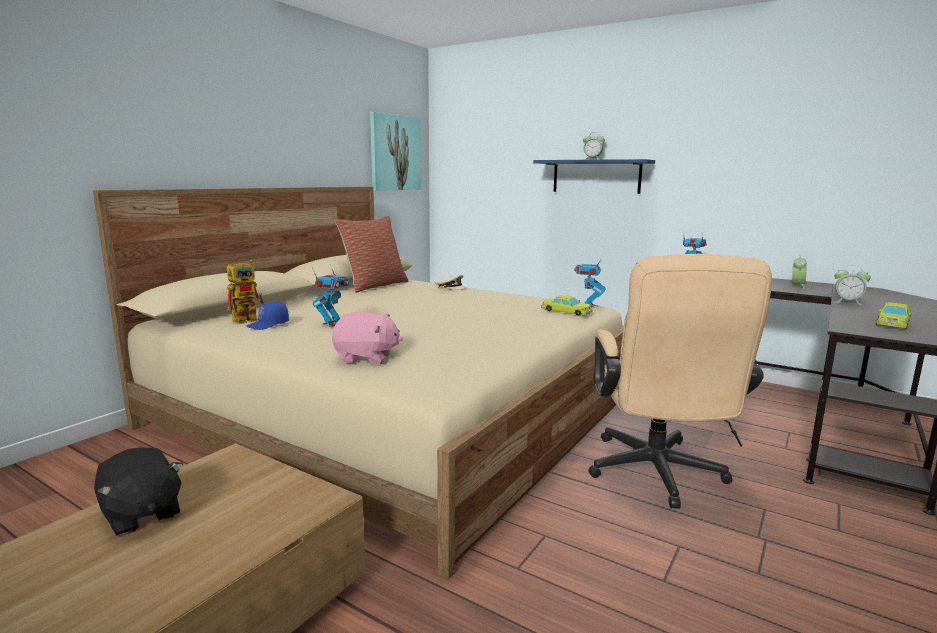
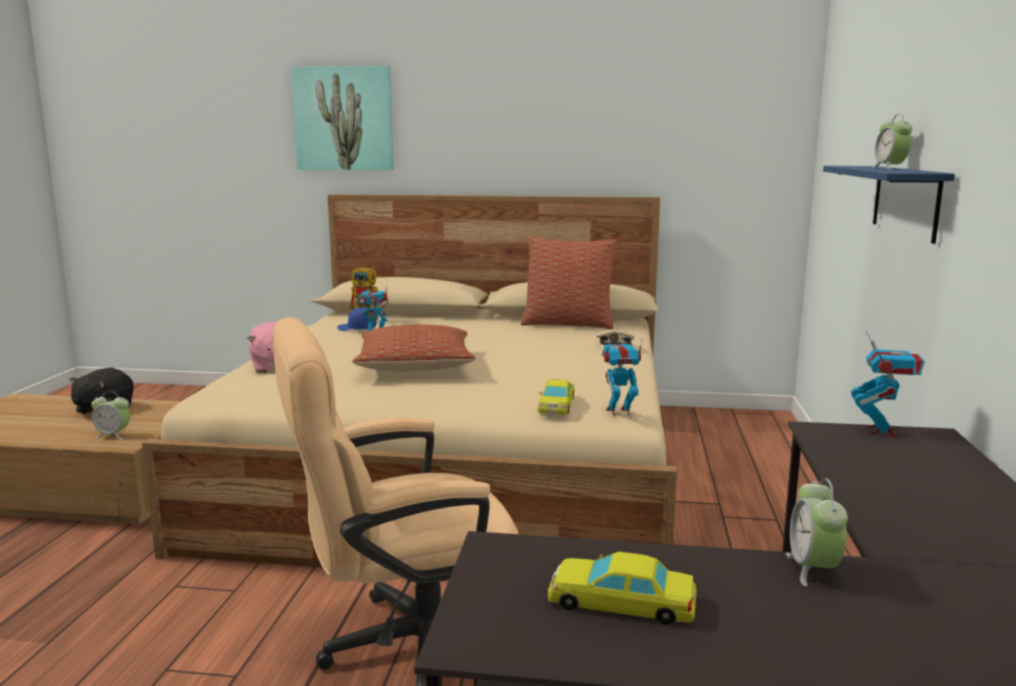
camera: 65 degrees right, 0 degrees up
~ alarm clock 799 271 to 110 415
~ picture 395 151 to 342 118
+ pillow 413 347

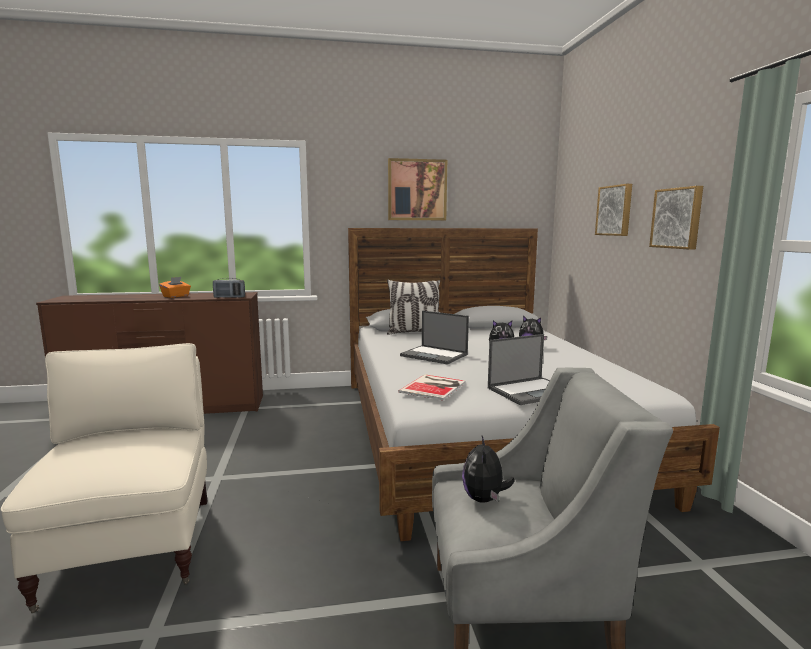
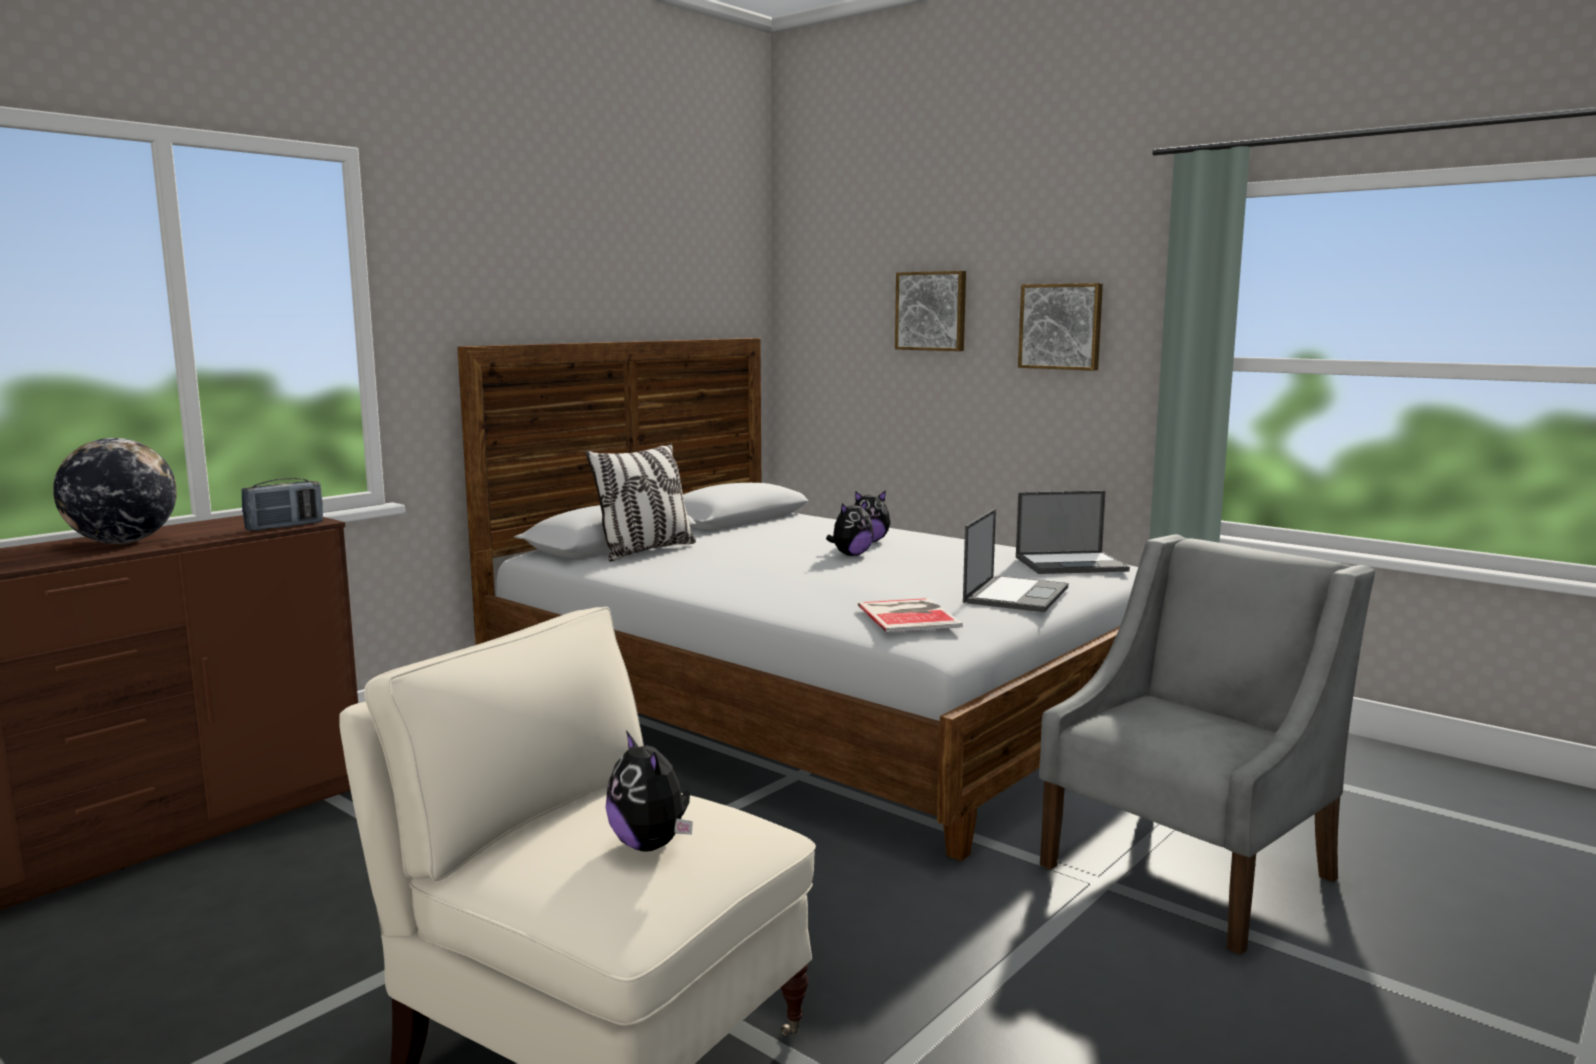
camera: 40 degrees left, 0 degrees up
~ tissue box (orange) 175 287 to globe 115 491
~ plush toy 488 469 to 649 791
~ laptop 434 338 to 1073 532
- picture 417 189

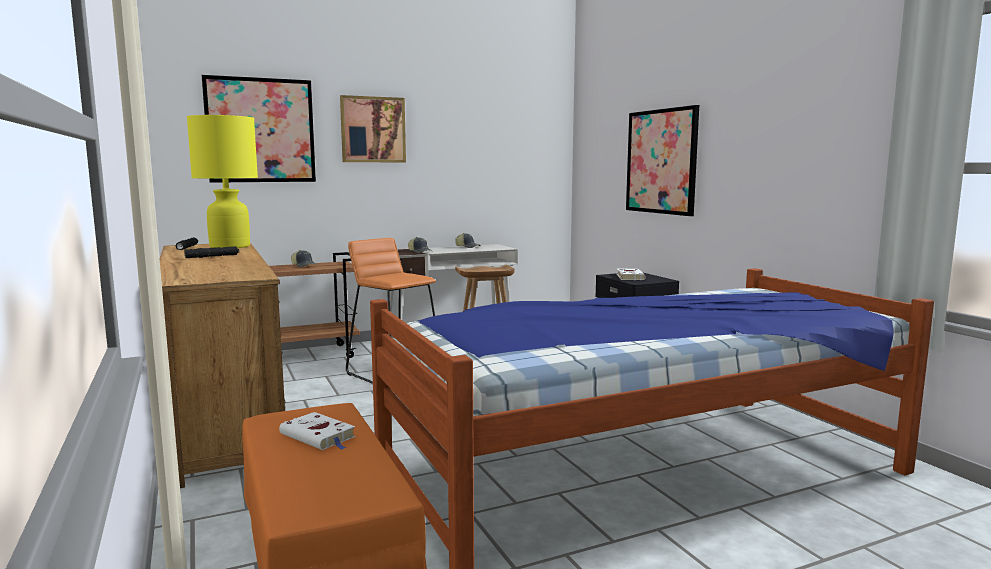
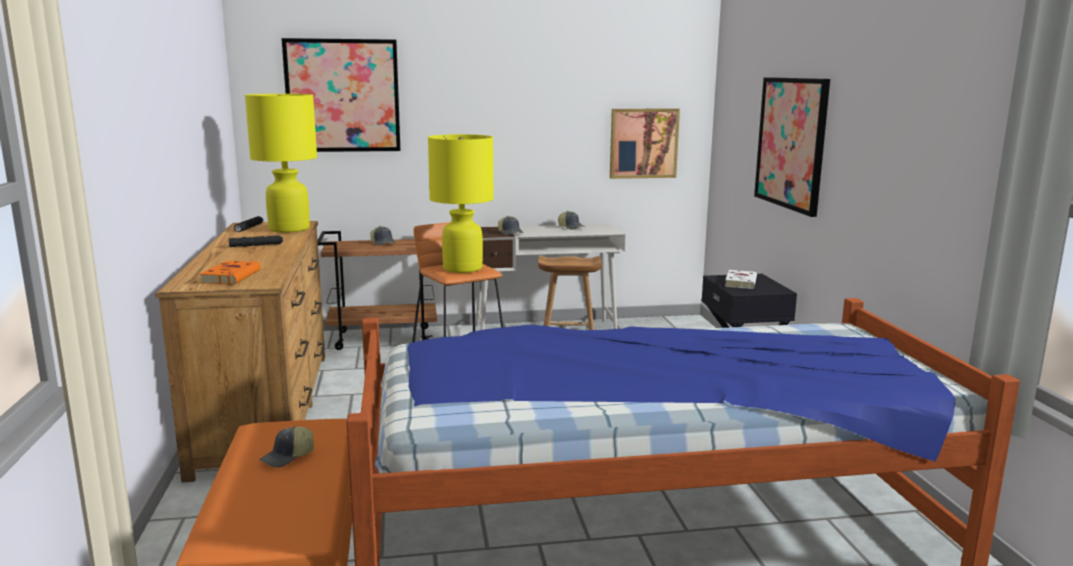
camera: 15 degrees right, 5 degrees up
+ book (orange) 230 273
~ book (white) 317 431 to cap 286 447
+ table lamp (yellow) 461 203
~ picture 373 128 to 645 144

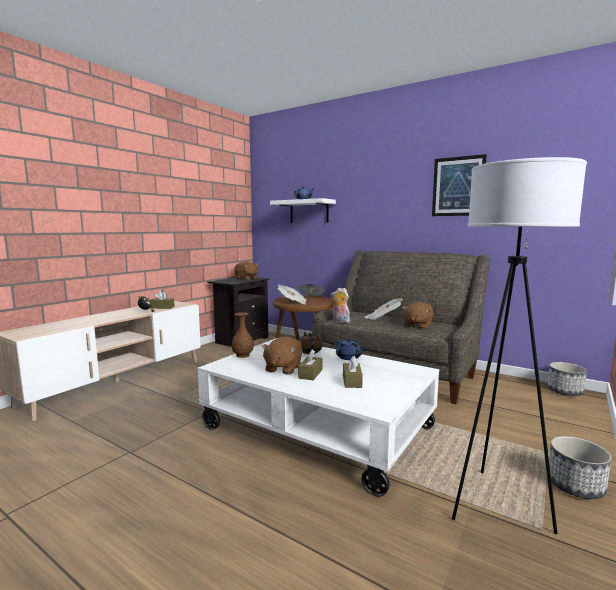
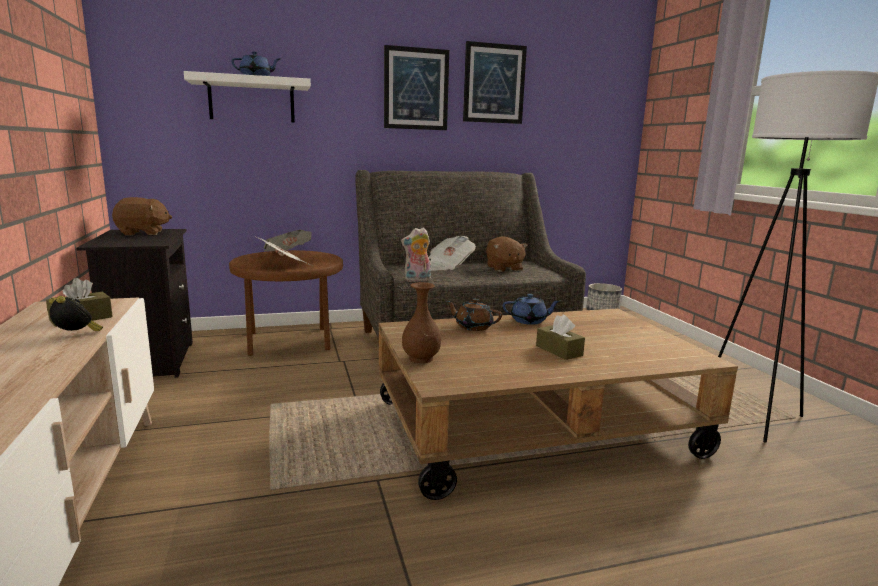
camera: 50 degrees left, 5 degrees up
~ coffee table (white) 318 417 to coffee table (brown) 558 404
+ picture 416 87
- plush toy (brown) 282 355
- tissue box (brown) 353 372
- planter 580 467

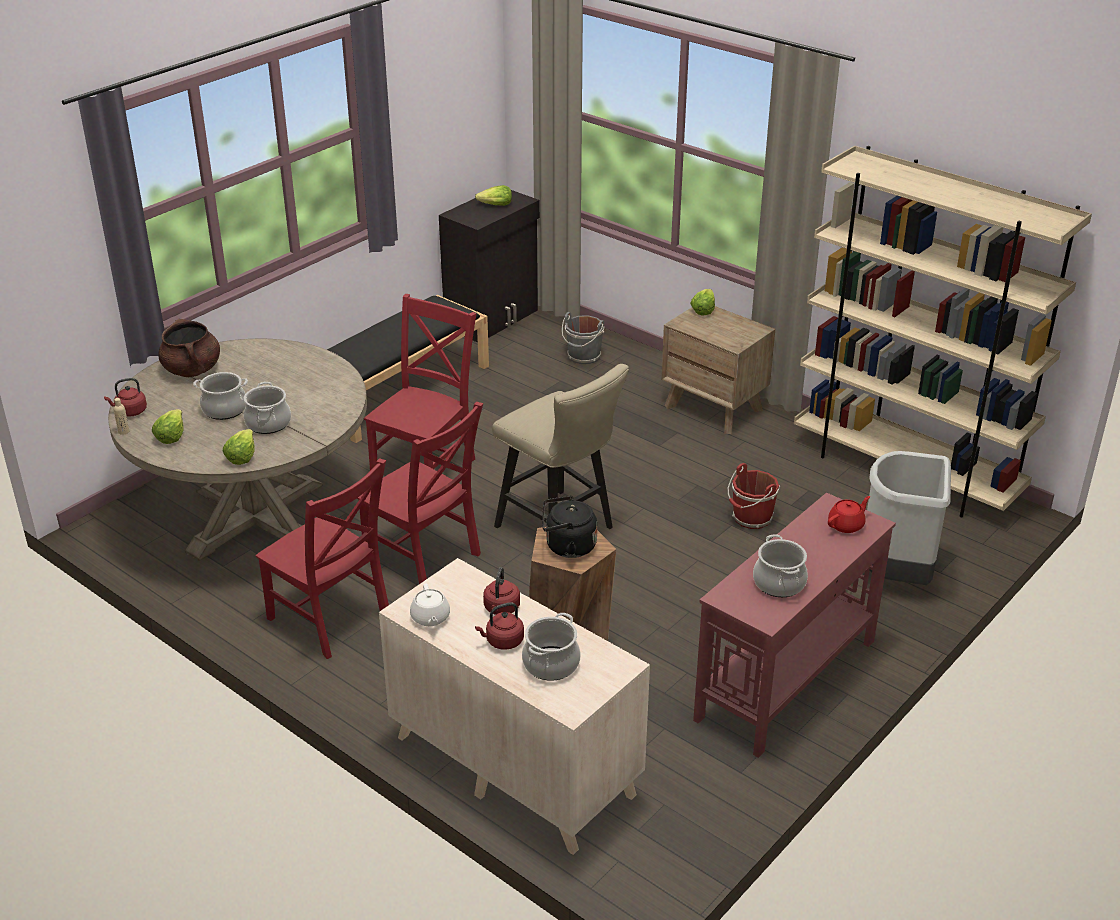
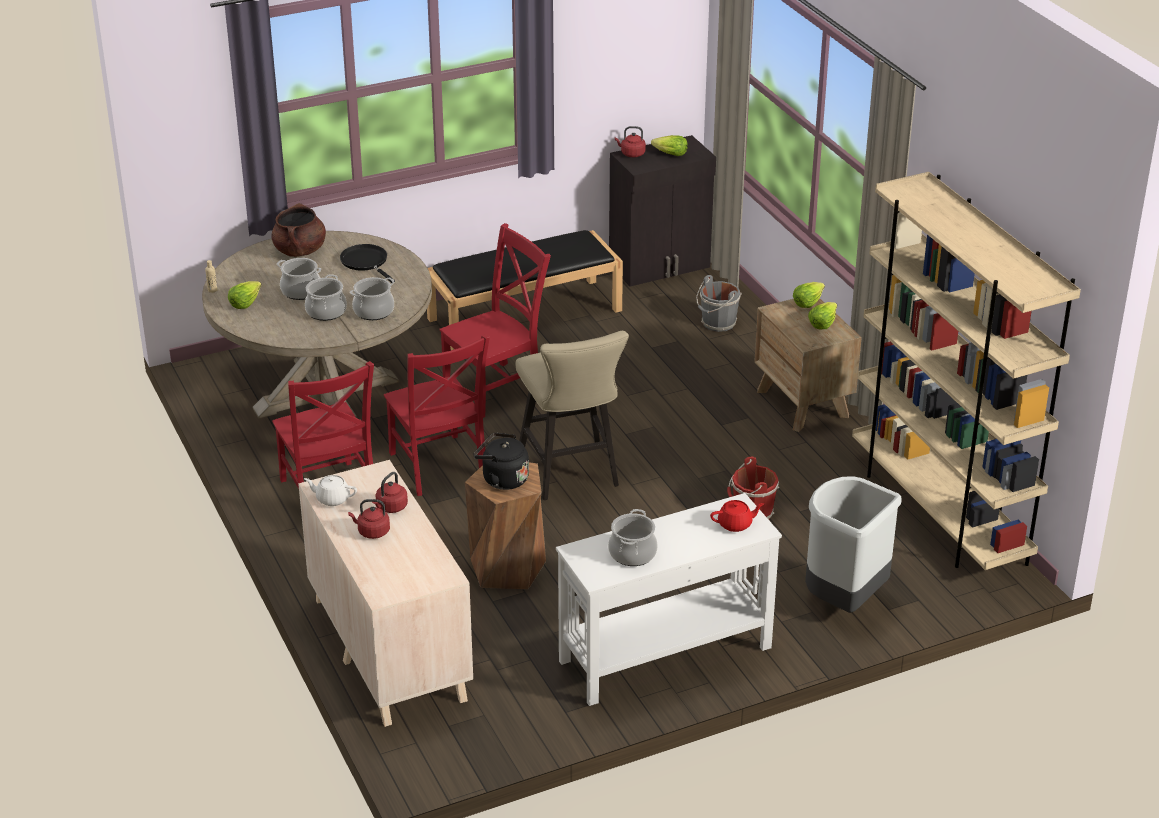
camera: 25 degrees right, 0 degrees up
~ teapot (white) 430 604 = 330 490 90 degrees clockwise
+ frying pan (black) 367 263
~ cooking pot 551 647 to 372 298
~ console table (red) 794 625 to console table (white) 669 599
~ kettle (red) 125 397 to 630 141
~ lettuce 239 447 to 822 316

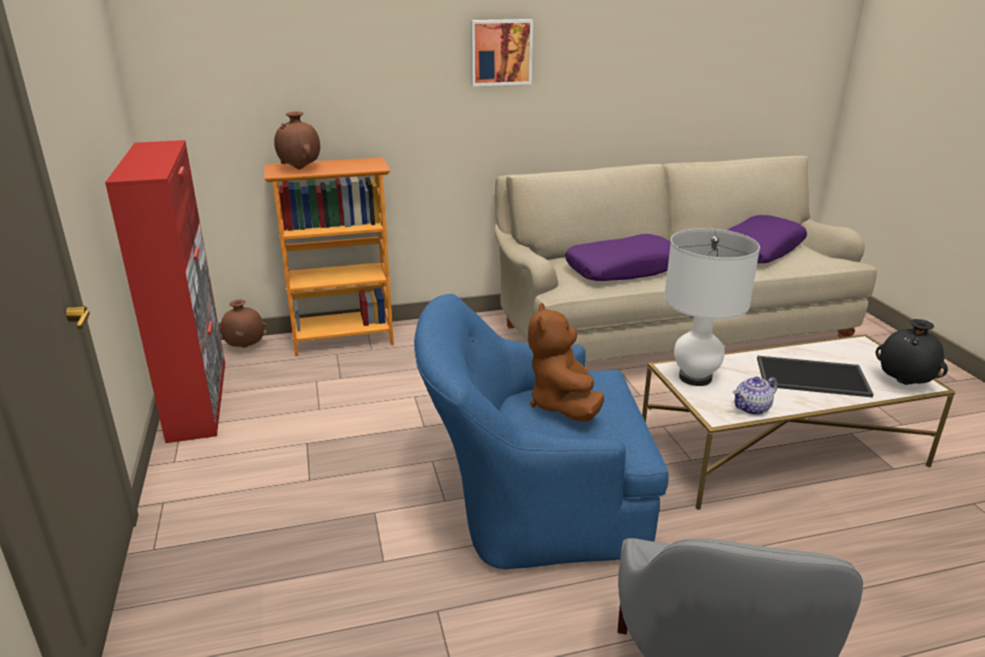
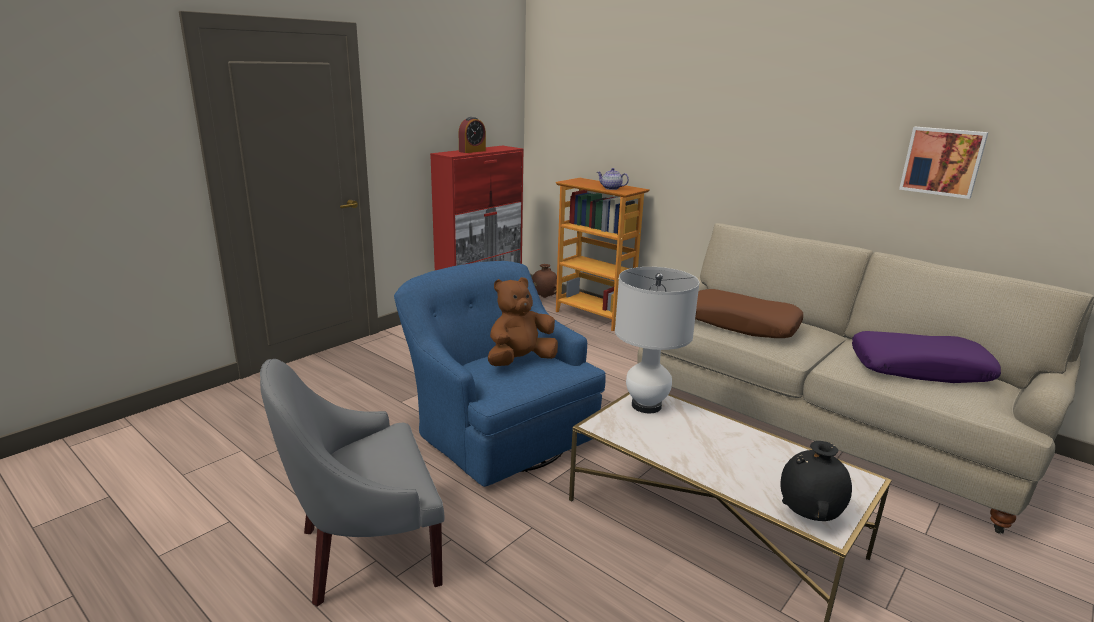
camera: 55 degrees right, 5 degrees down
+ alarm clock 472 135
~ teapot 755 396 to 613 179
~ pillow (purple) 618 257 to pillow (brown) 749 313
~ picture 501 52 to 944 163
- vase (brown) 297 140
- tray 815 377

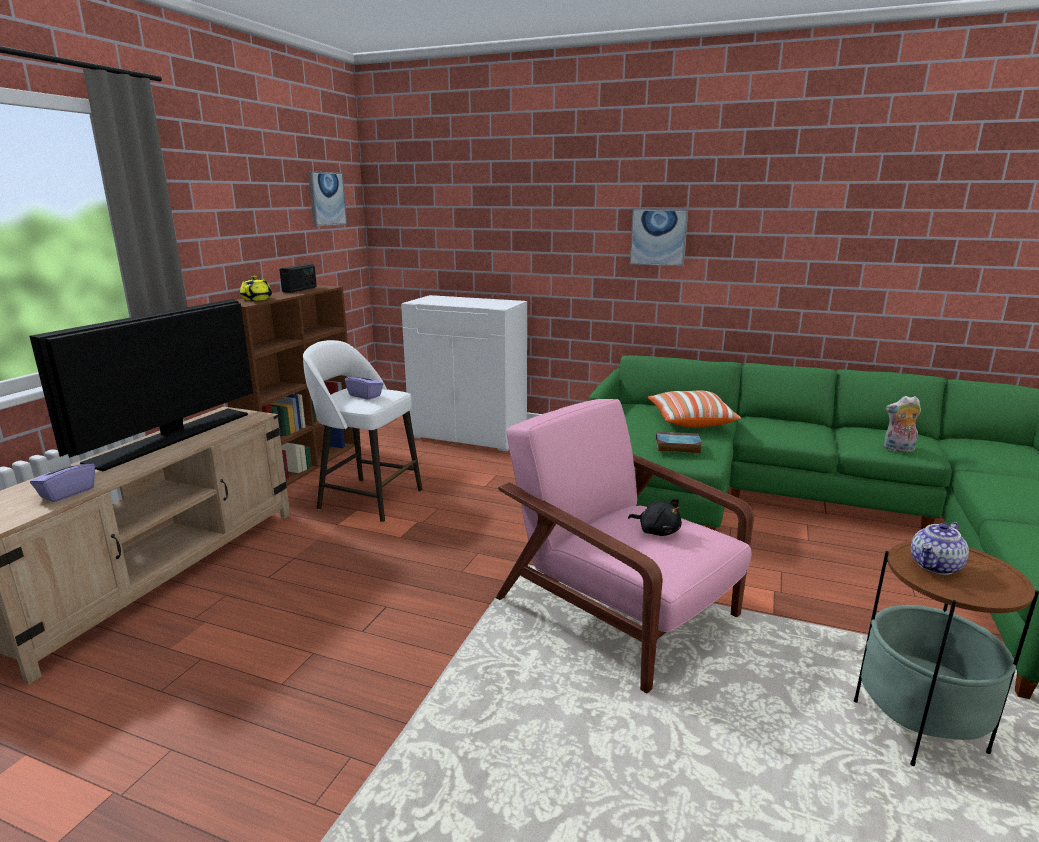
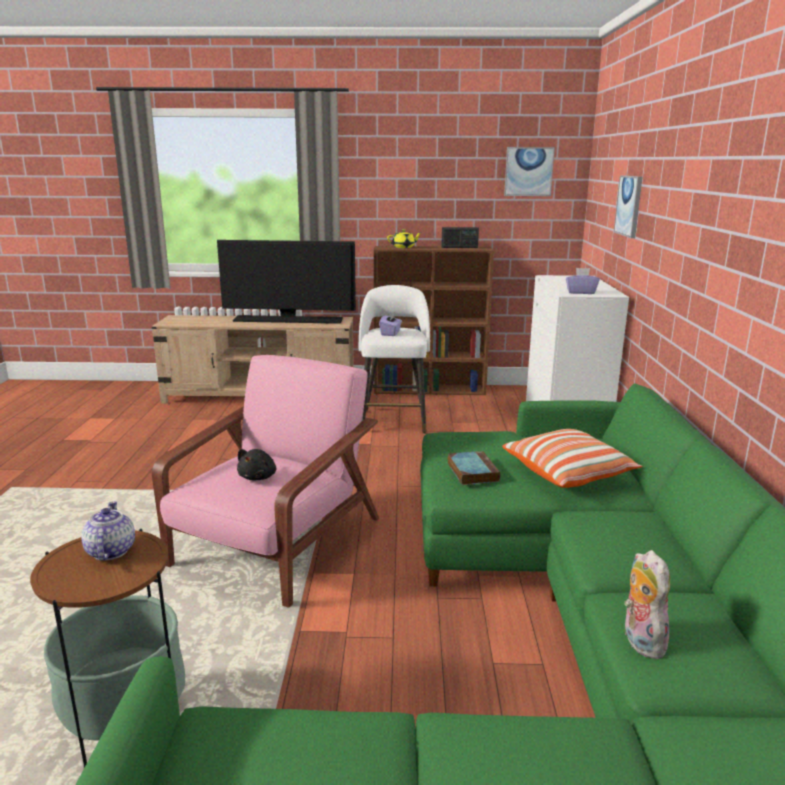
camera: 70 degrees right, 0 degrees up
~ teapot 940 548 = 108 531 45 degrees clockwise
~ tissue box (purple) 62 478 to 583 281
~ picture 659 237 to 628 206

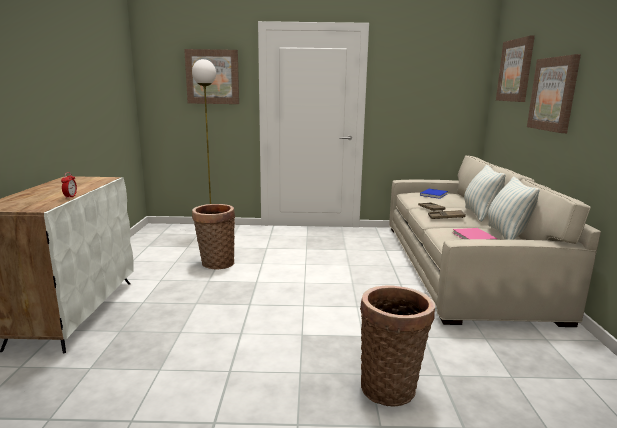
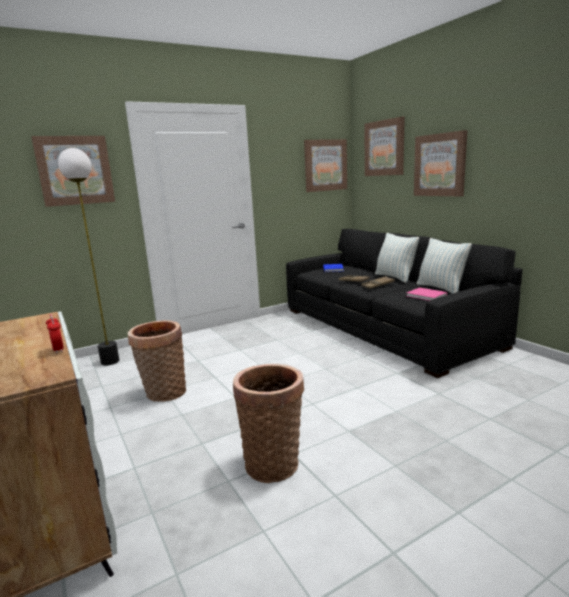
camera: 30 degrees left, 0 degrees up
~ basket 397 345 to 268 423
~ sofa (beige) 495 241 to sofa (black) 404 303
+ picture 325 165

